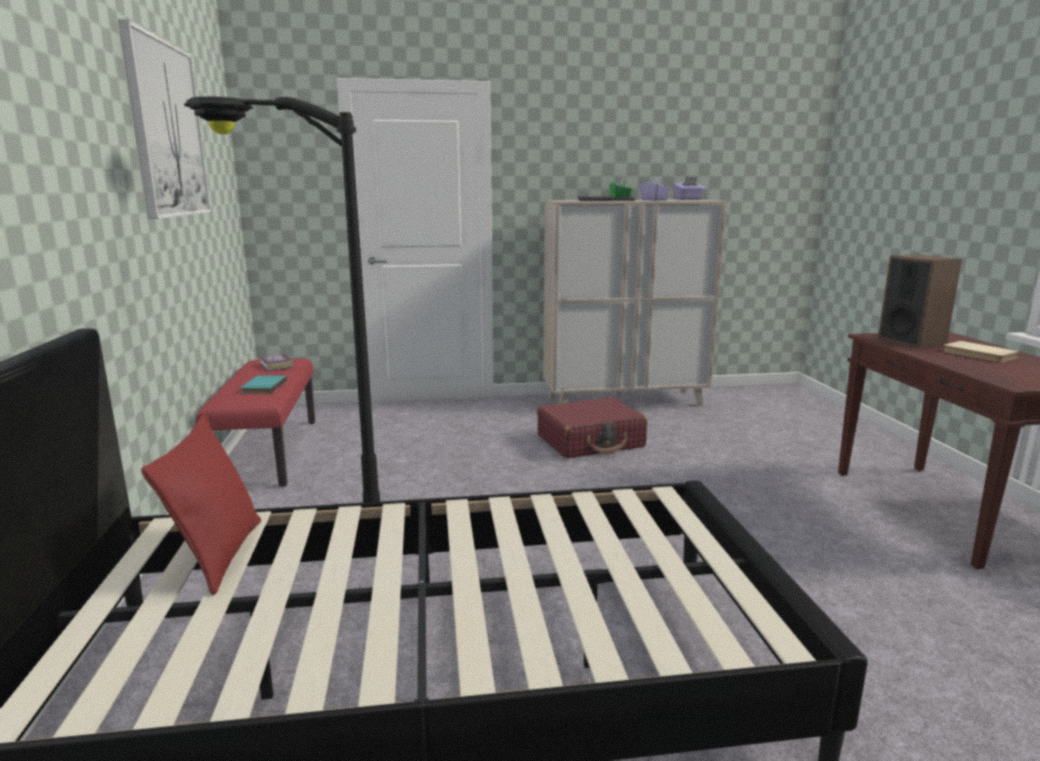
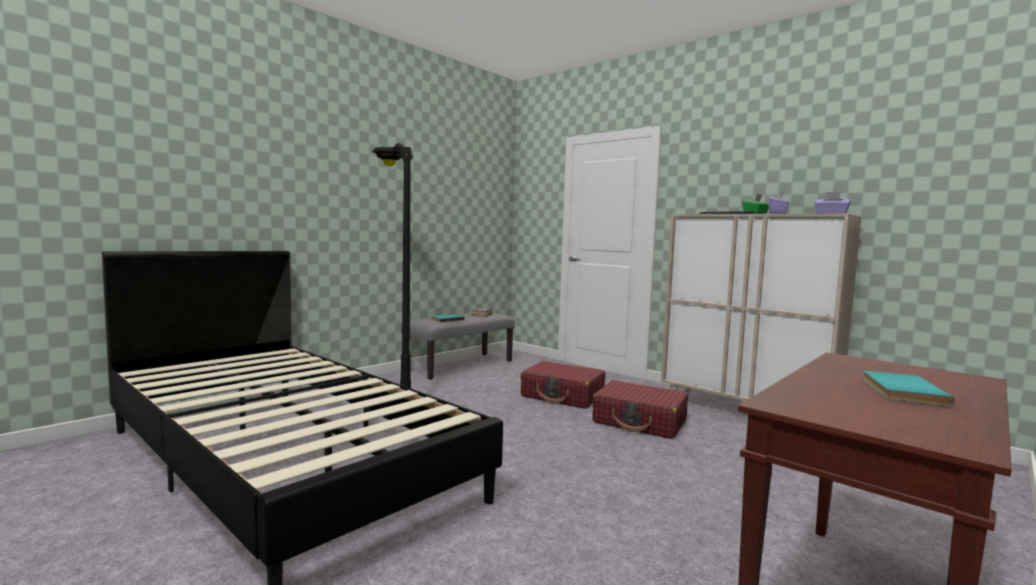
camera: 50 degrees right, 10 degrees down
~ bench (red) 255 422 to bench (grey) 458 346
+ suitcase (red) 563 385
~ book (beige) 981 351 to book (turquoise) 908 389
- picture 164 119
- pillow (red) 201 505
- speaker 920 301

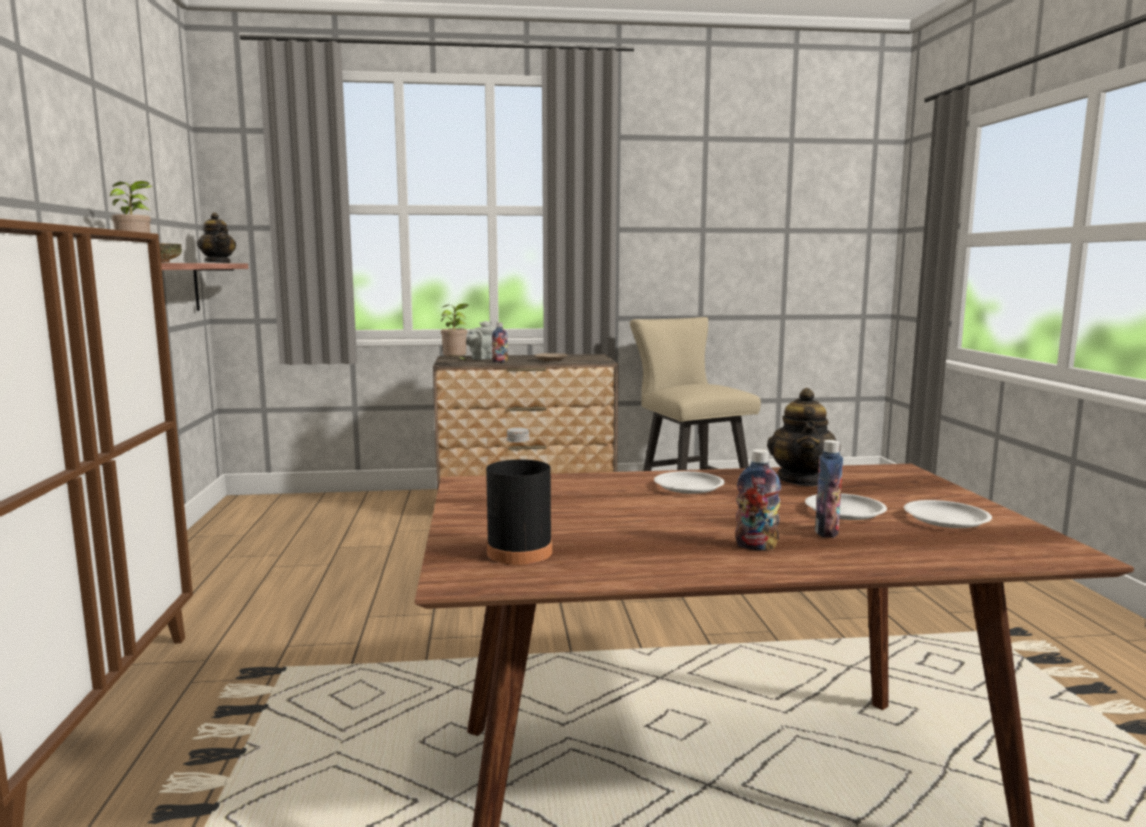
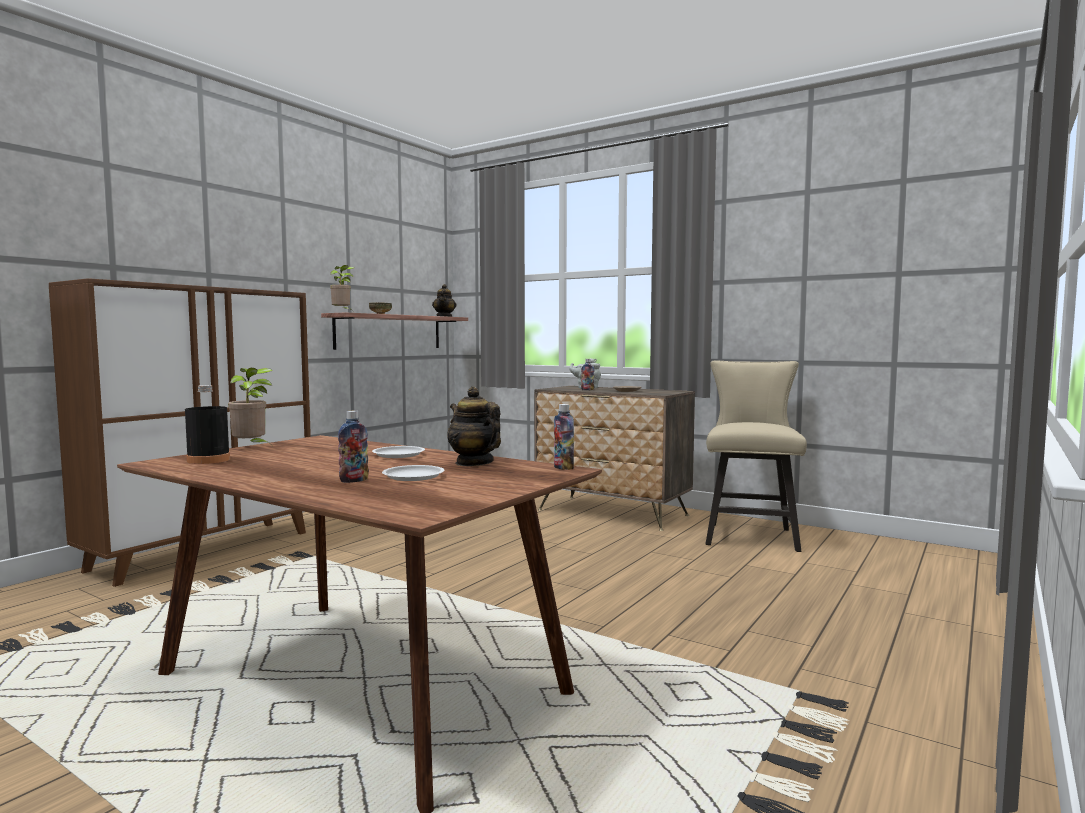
camera: 40 degrees right, 5 degrees down
~ potted plant 454 333 to 250 405
~ teapot 804 437 = 474 426 90 degrees clockwise
~ bottle 758 499 to 564 437
- plate (white) 948 514

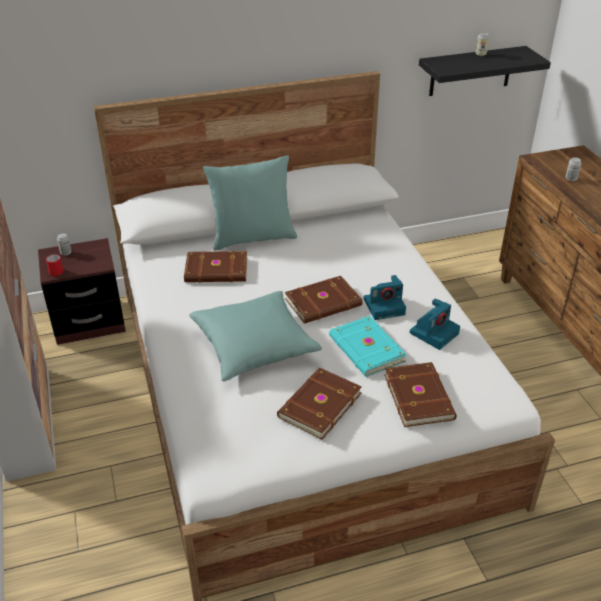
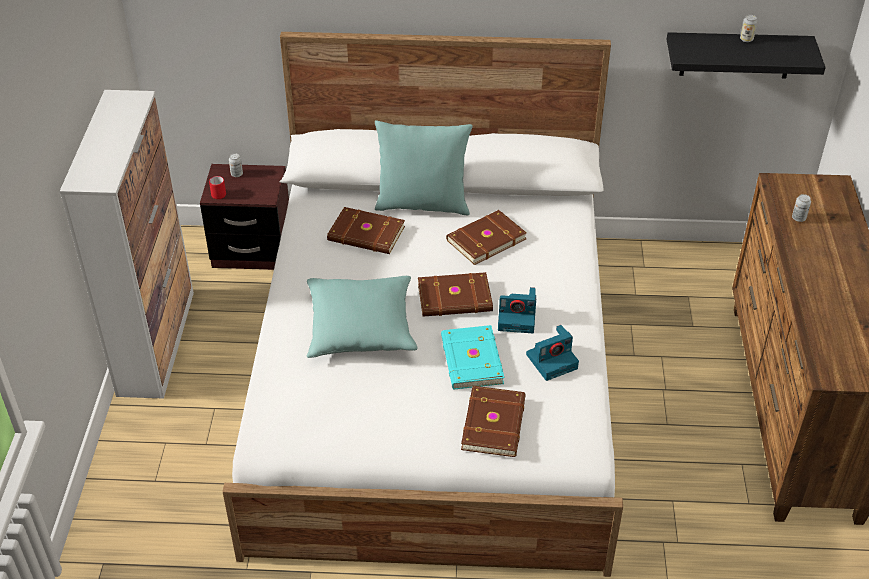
camera: 20 degrees right, 5 degrees up
~ book (brown) 319 404 to 486 237

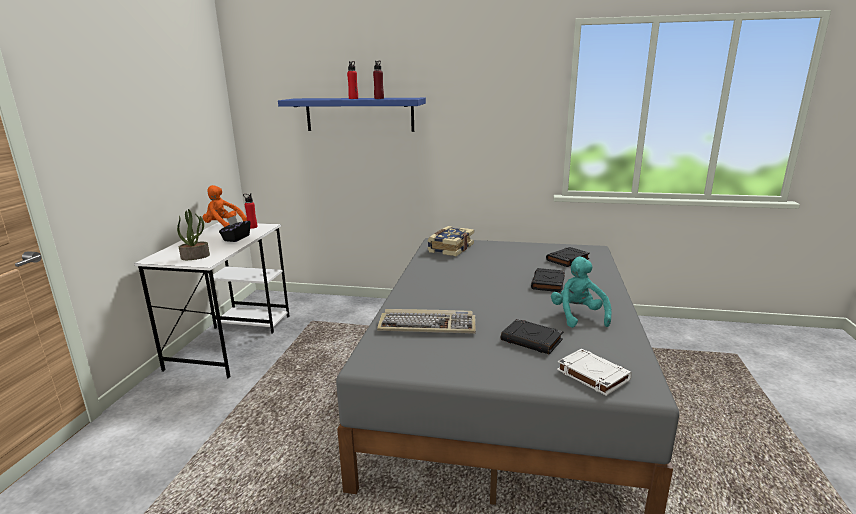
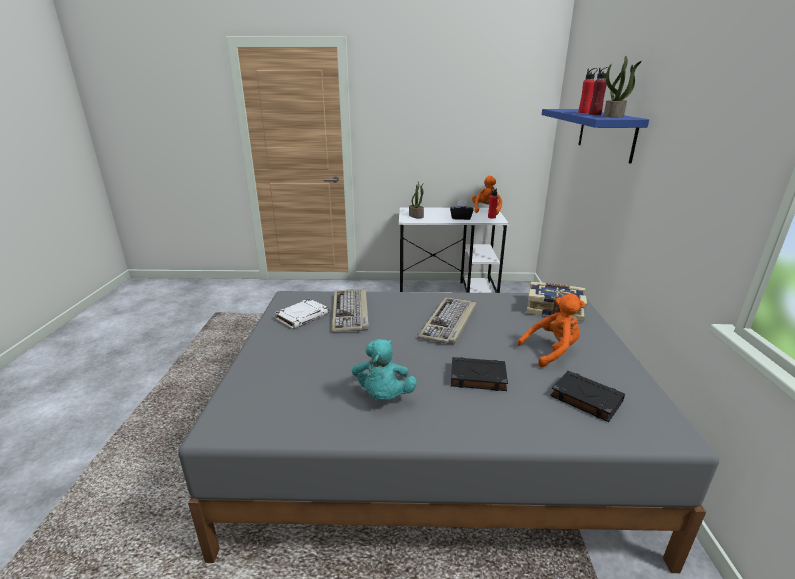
camera: 80 degrees right, 5 degrees up
~ book (white) 594 372 to 302 313
~ plush toy (turquoise) 581 292 = 384 370 105 degrees clockwise
+ keyboard 447 321
+ plush toy (orange) 551 331
+ potted plant 623 86
- book (black) 532 336

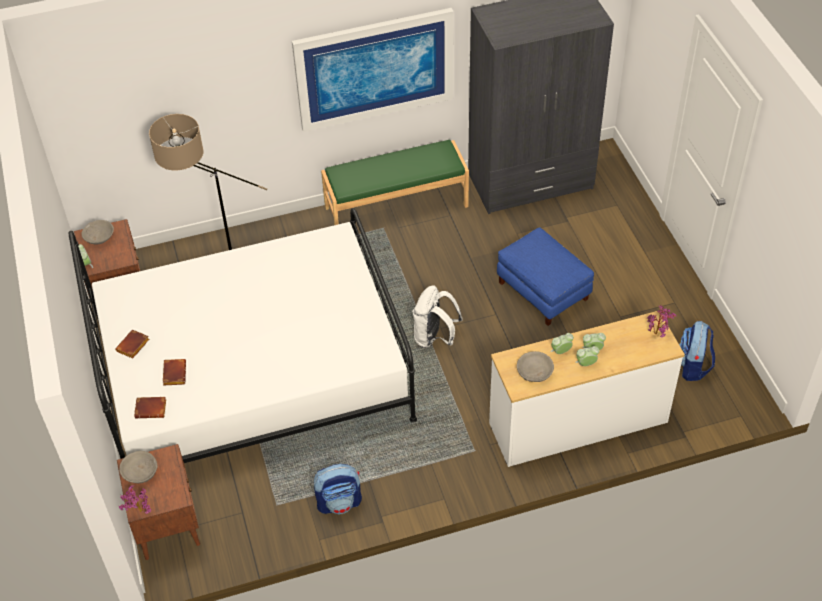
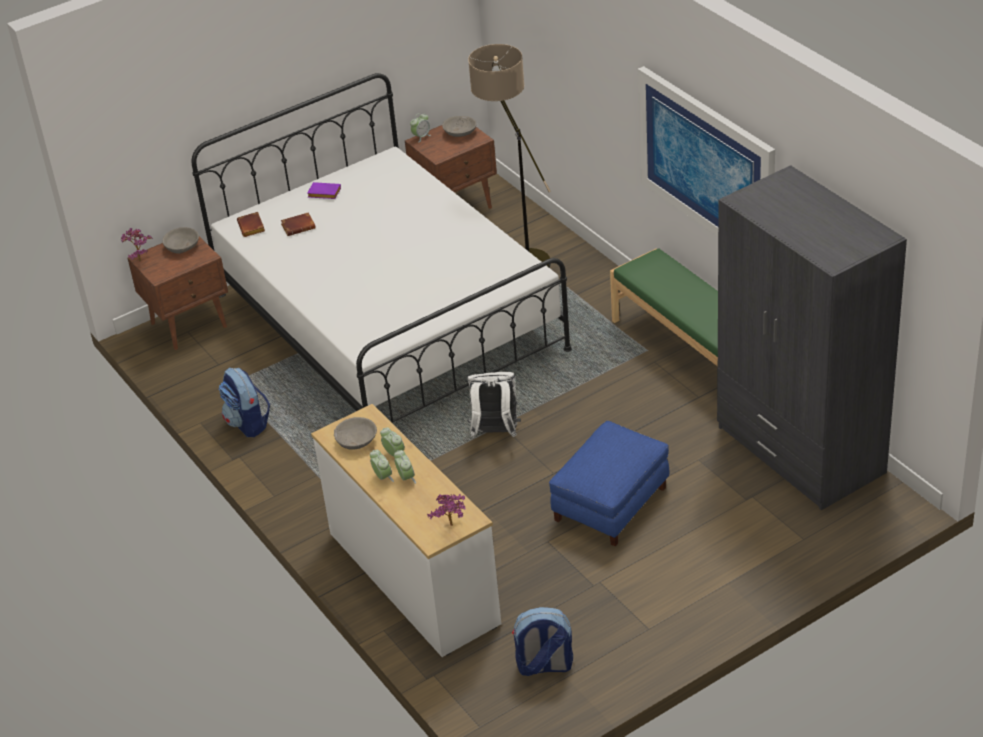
camera: 75 degrees right, 10 degrees down
~ book (brown) 132 344 to book (purple) 324 190

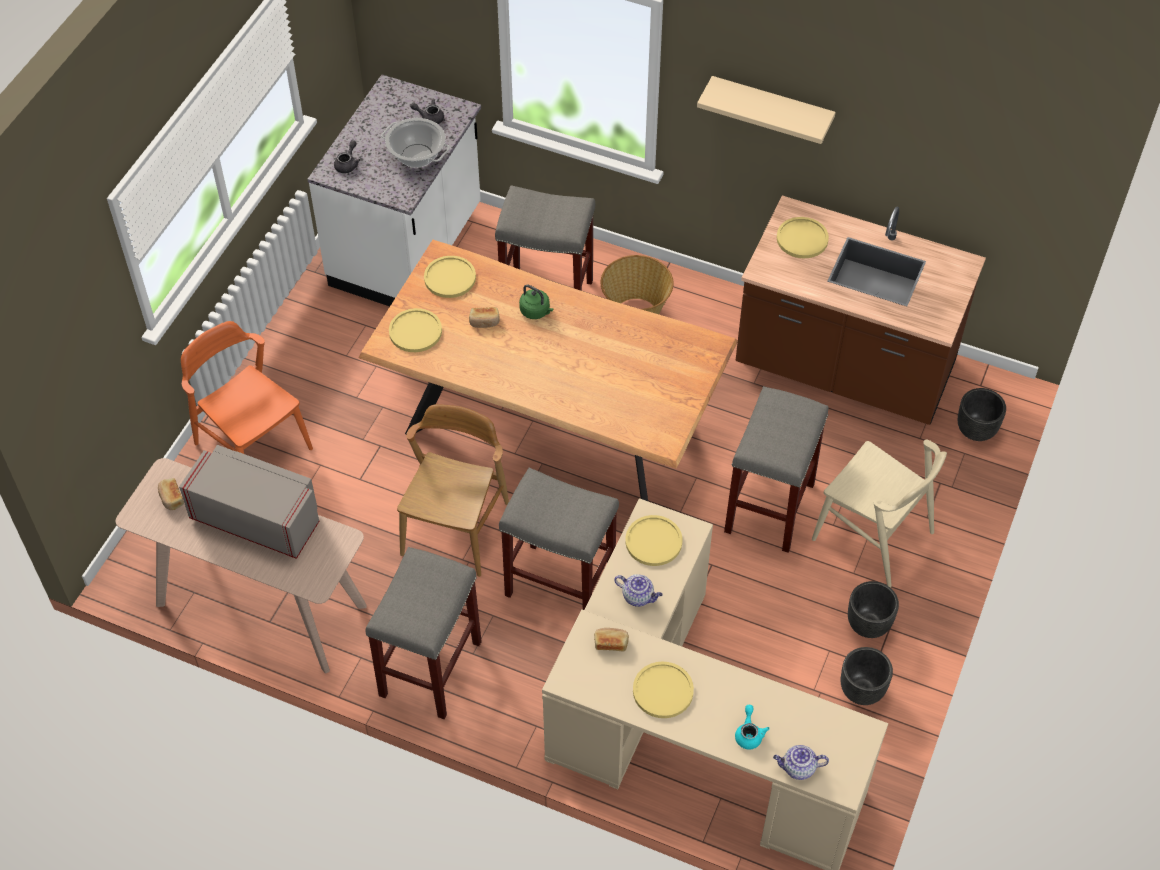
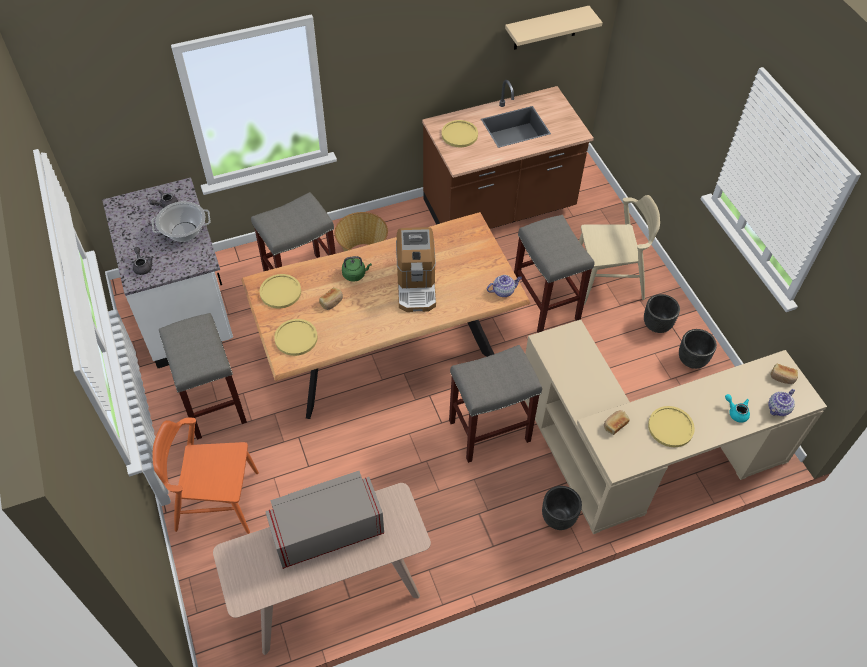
camera: 45 degrees left, 0 degrees up
~ stool (grey) 423 633 to 203 376
+ coffee machine 416 269
~ teapot 638 590 to 504 286
~ shelf (beige) 766 110 to 554 28
~ planter (black) 982 414 to 562 508
~ bread 171 494 to 784 373
- chair (brown) 453 490
- plate (yellow) 653 540

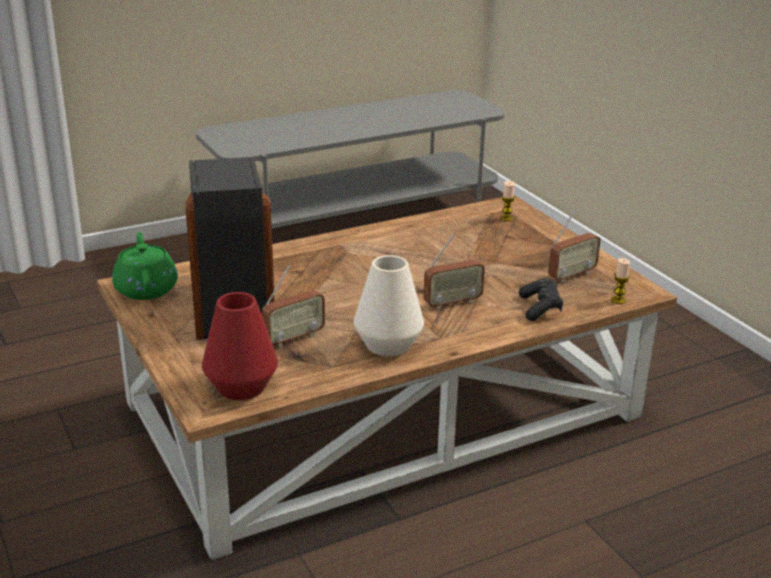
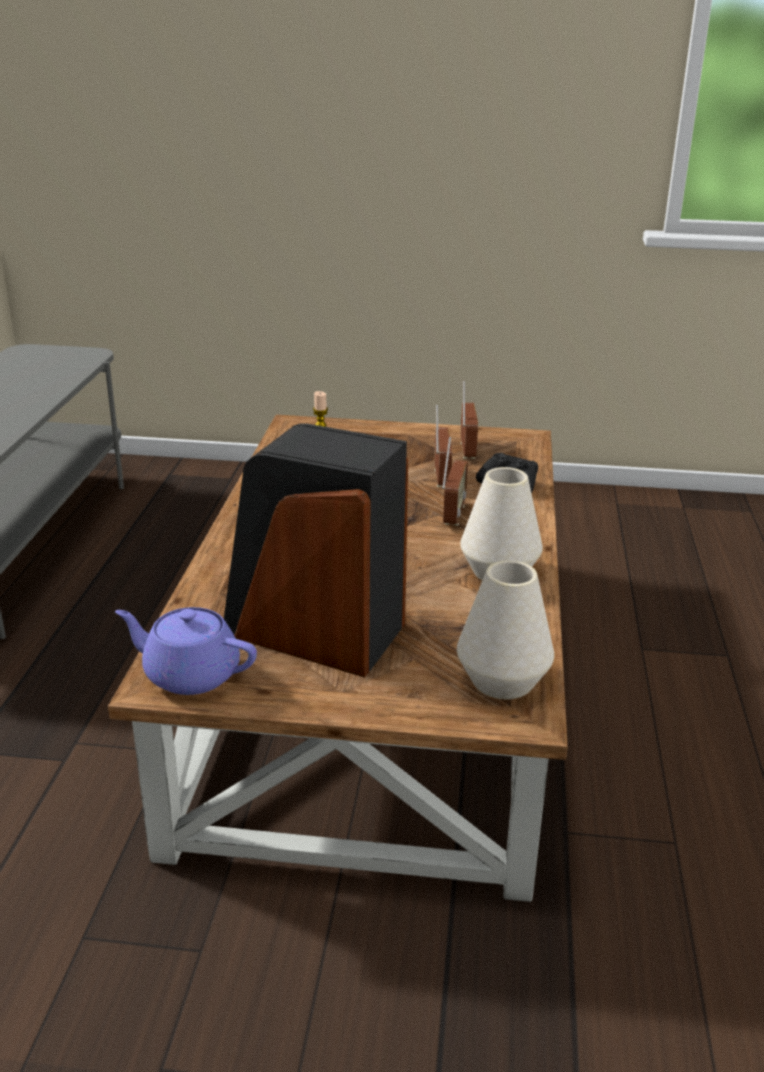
camera: 55 degrees left, 0 degrees up
~ teapot (green) 145 266 to teapot (purple) 186 651
~ radio 293 306 to 443 446
~ vase (red) 240 346 to vase (white) 505 629
- candle 620 281

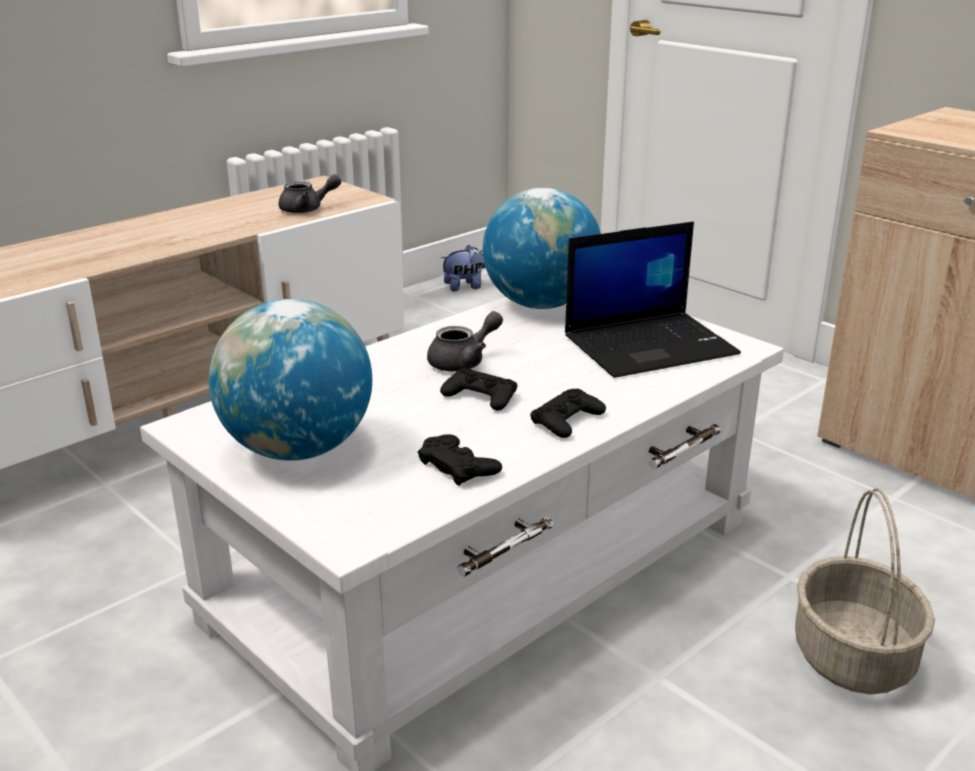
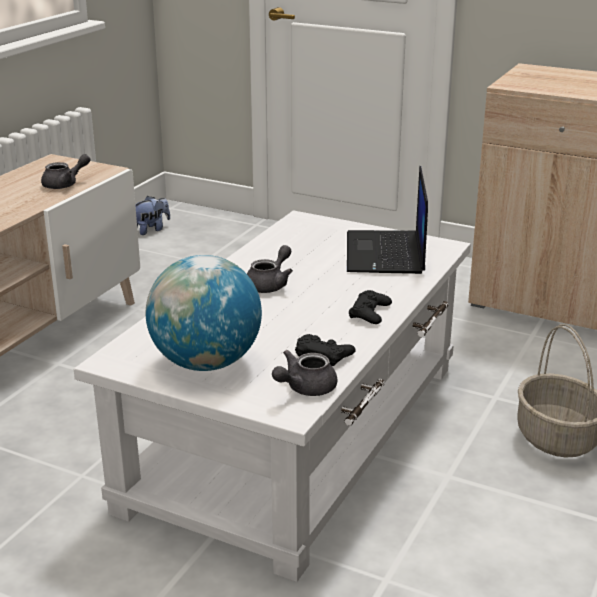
camera: 20 degrees left, 0 degrees up
+ teapot (grey) 304 373
~ laptop 653 299 = 387 220 135 degrees clockwise
- game controller (black) 479 389
- globe 542 248

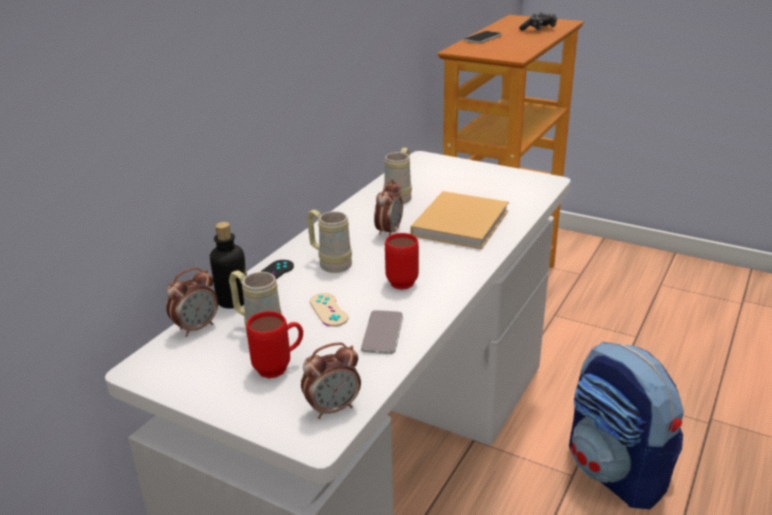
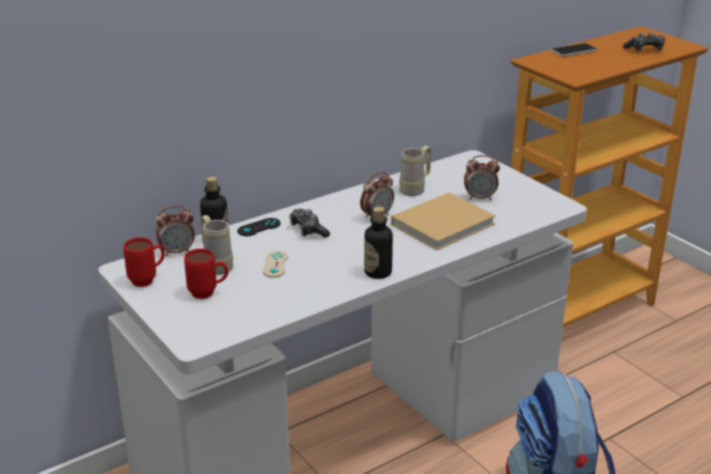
camera: 25 degrees right, 0 degrees up
~ mug (red) 402 261 to 144 262
~ mug (beige) 329 241 to game controller 309 223
+ bottle 378 242
~ alarm clock 331 380 to 482 177
- phone 382 332

